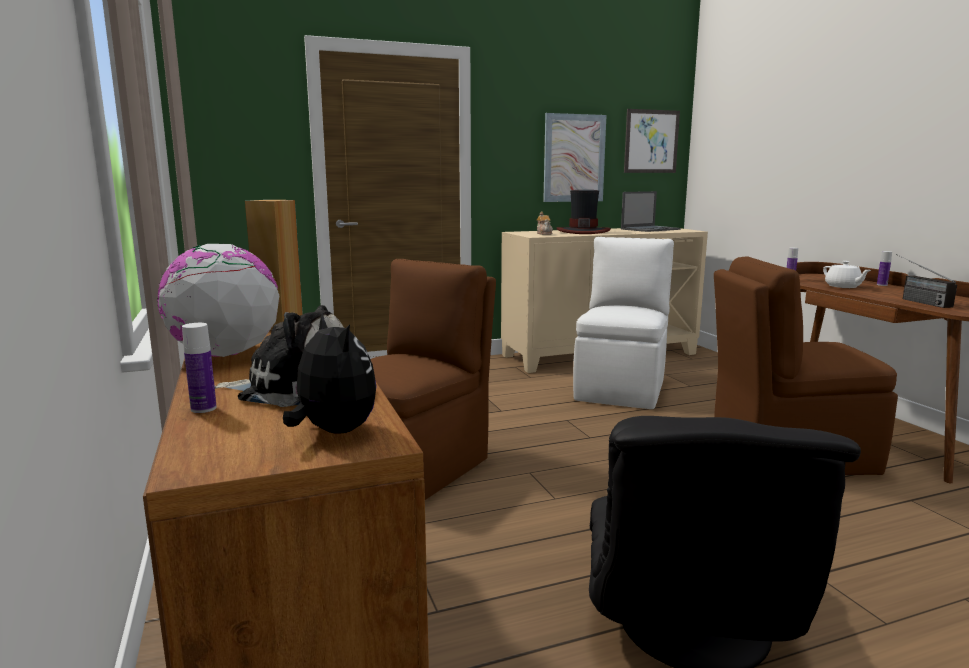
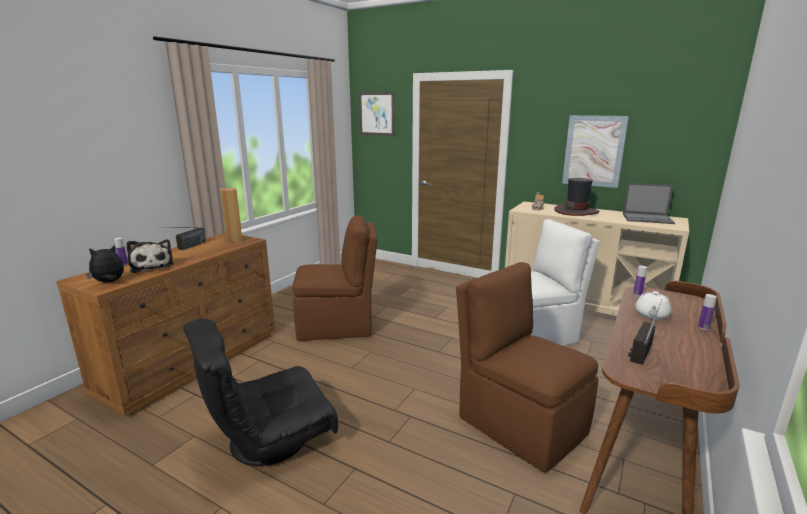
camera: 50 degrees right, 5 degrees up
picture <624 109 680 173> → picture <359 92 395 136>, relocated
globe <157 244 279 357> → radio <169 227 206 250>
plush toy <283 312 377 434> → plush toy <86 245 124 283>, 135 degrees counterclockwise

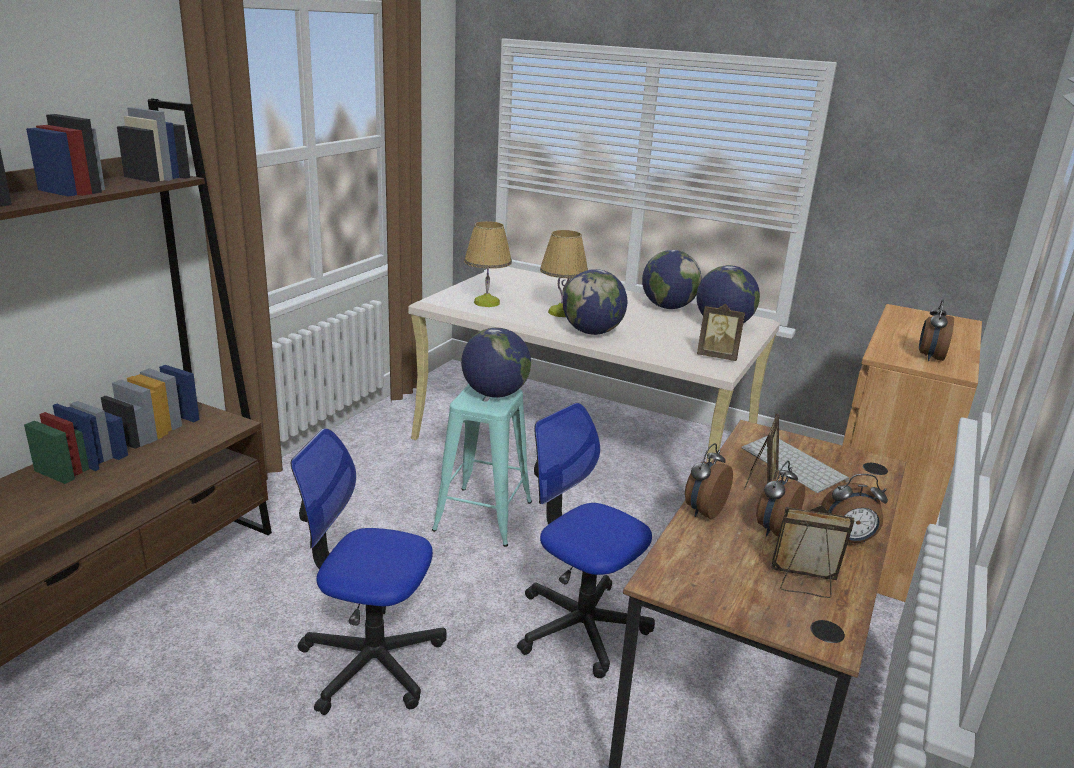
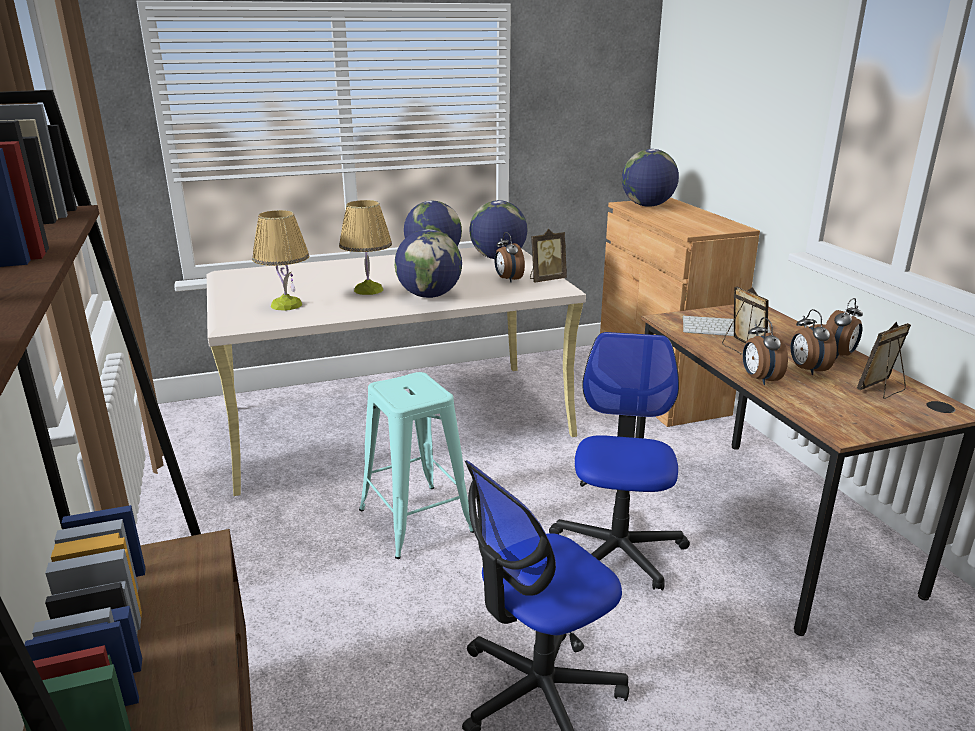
camera: 45 degrees left, 0 degrees up
globe <461 328 531 398> → globe <622 149 679 207>, relocated
alarm clock <919 299 954 361> → alarm clock <494 232 525 283>, relocated
office chair <517 403 655 678> → office chair <549 332 690 590>, 105 degrees clockwise

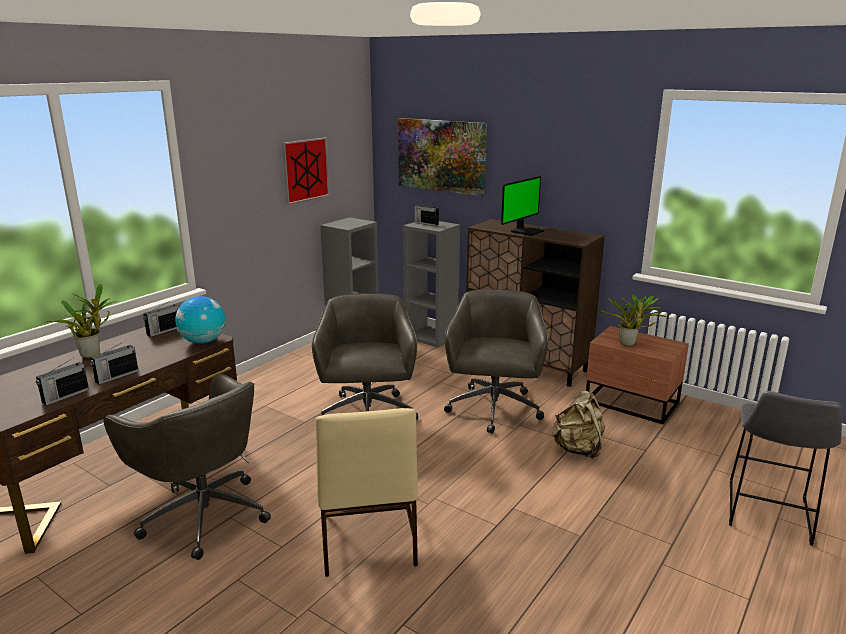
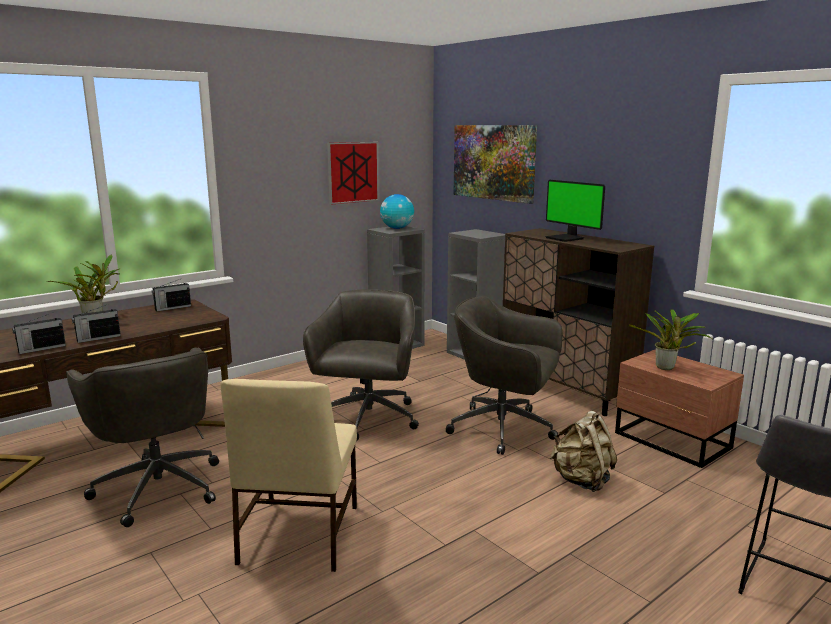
camera: 15 degrees right, 5 degrees down
radio <414 203 439 226> → -
globe <175 296 225 344> → globe <380 194 414 229>, relocated
grey office chair <444 289 548 434> → grey office chair <446 296 562 455>, 90 degrees counterclockwise
monitor <501 176 545 236> → monitor <545 180 605 242>, 90 degrees clockwise

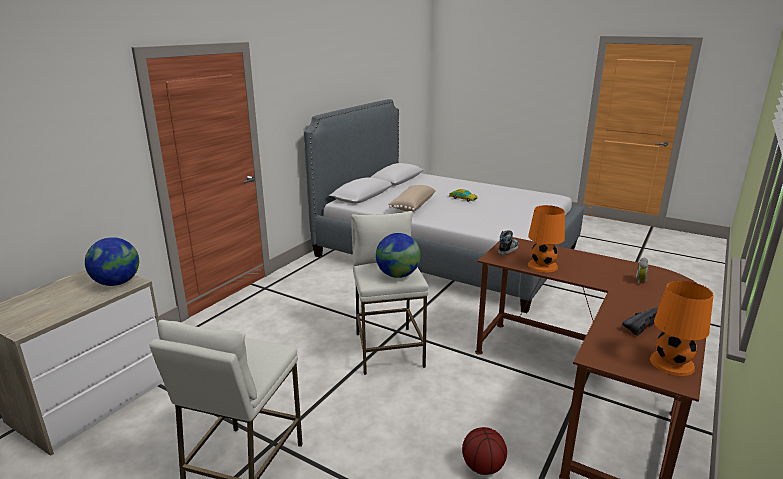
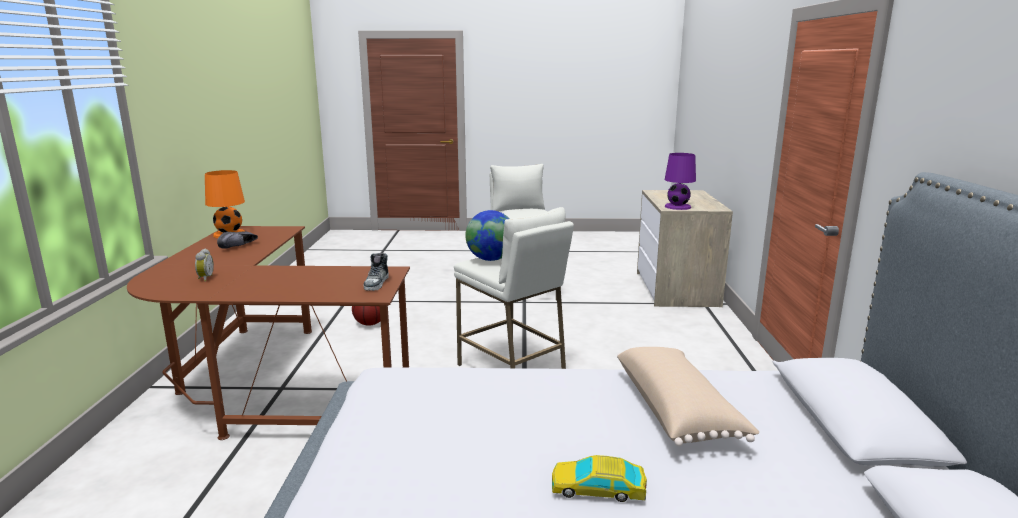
camera: 150 degrees right, 5 degrees down
orange table lamp <528 205 565 272> → -
globe <85 237 139 286> → purple table lamp <665 153 696 210>

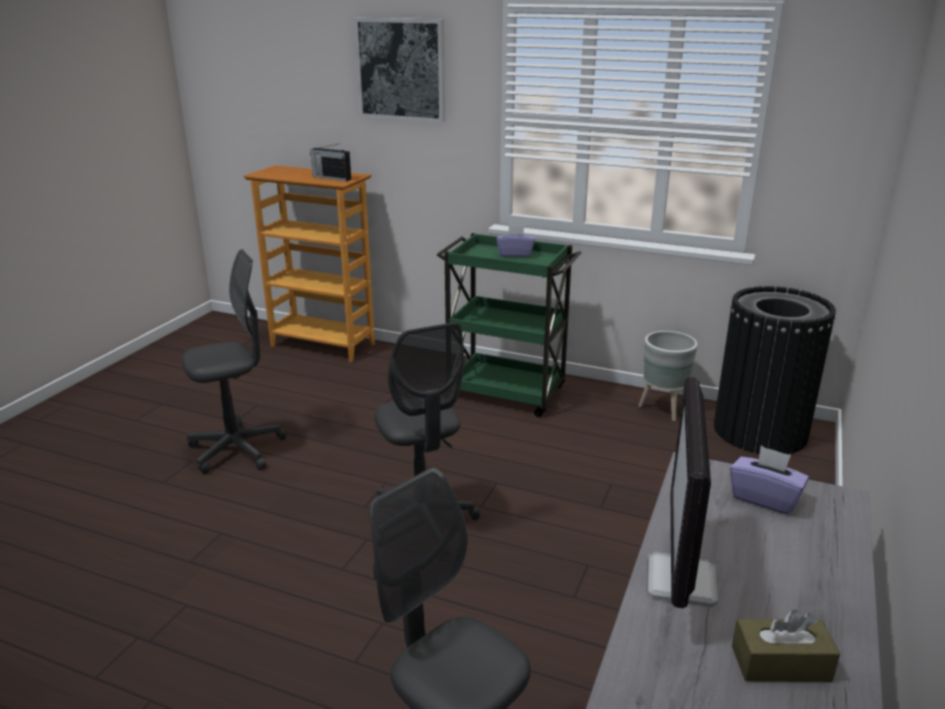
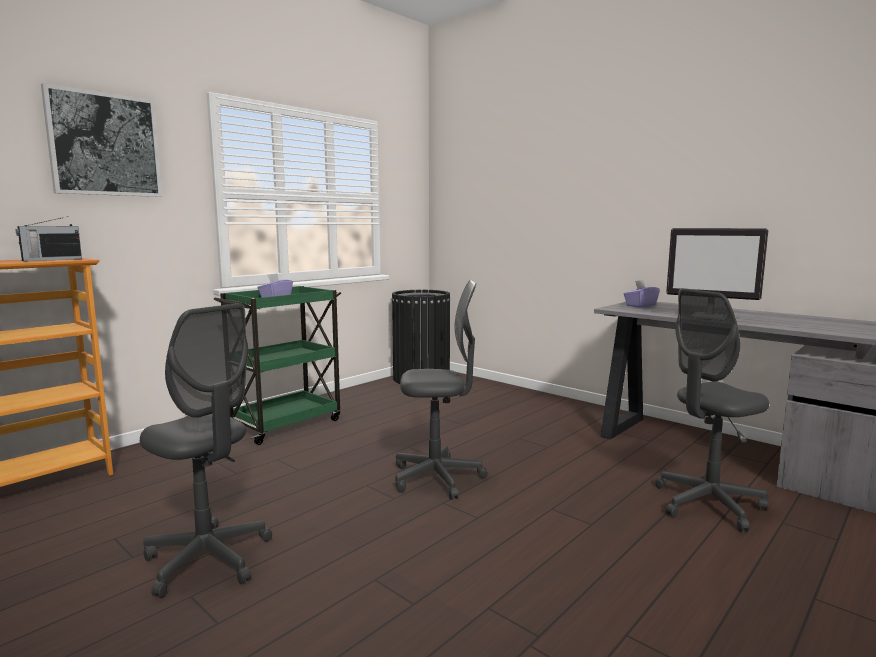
camera: 70 degrees left, 15 degrees down
grey planter <639 331 698 421> → -
brown tissue box <732 610 840 682> → -
grey office chair <182 249 287 475> → grey office chair <140 303 272 598>, 135 degrees clockwise

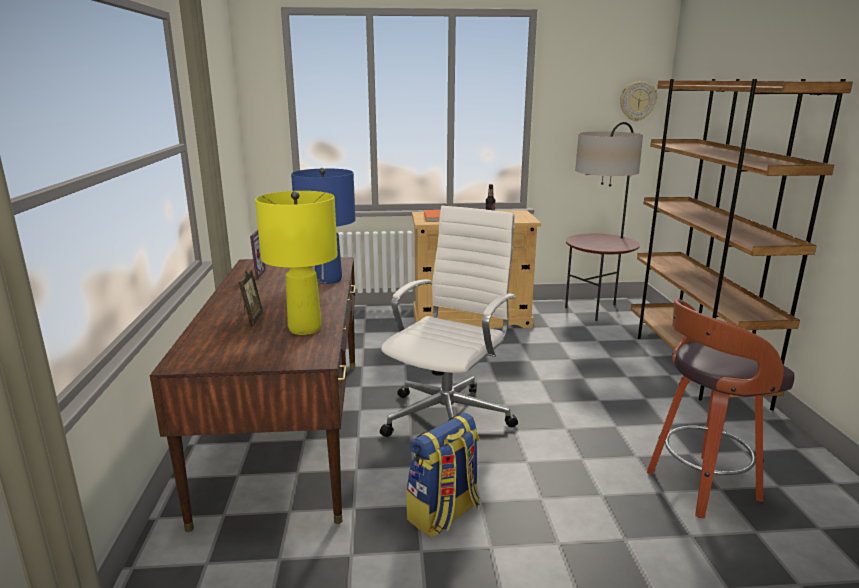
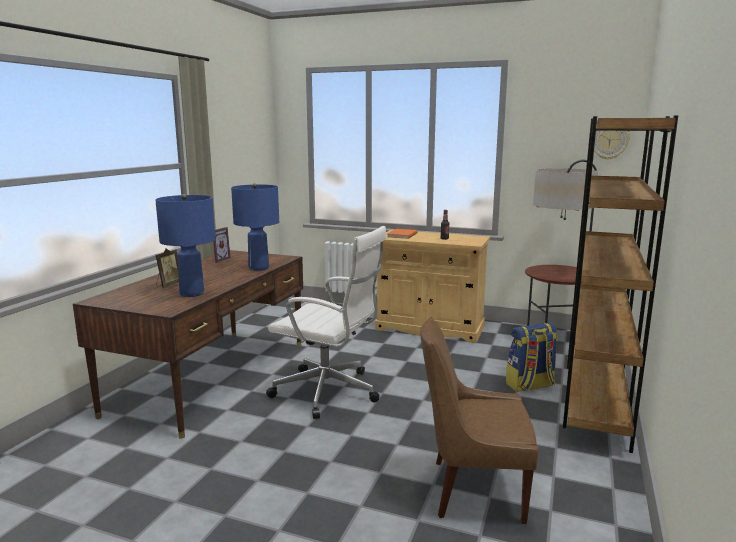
camera: 25 degrees right, 5 degrees down
backpack <406 413 480 537> → backpack <506 323 558 392>, relocated
stool <647 299 795 519> → brown chair <420 317 539 524>
yellow table lamp <255 191 338 335> → blue table lamp <155 194 215 297>
white office chair <380 206 518 437> → white office chair <266 226 387 419>, 60 degrees clockwise

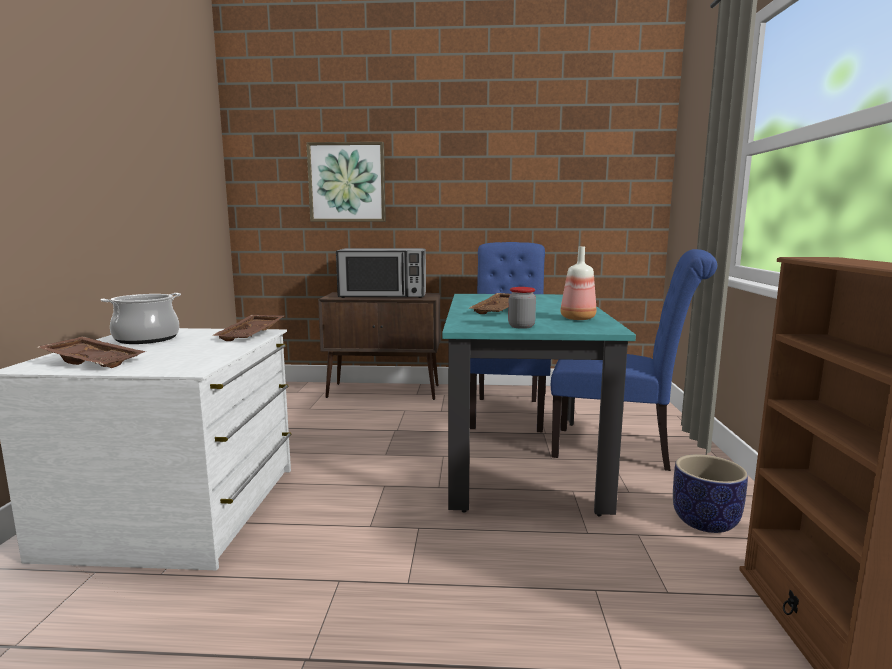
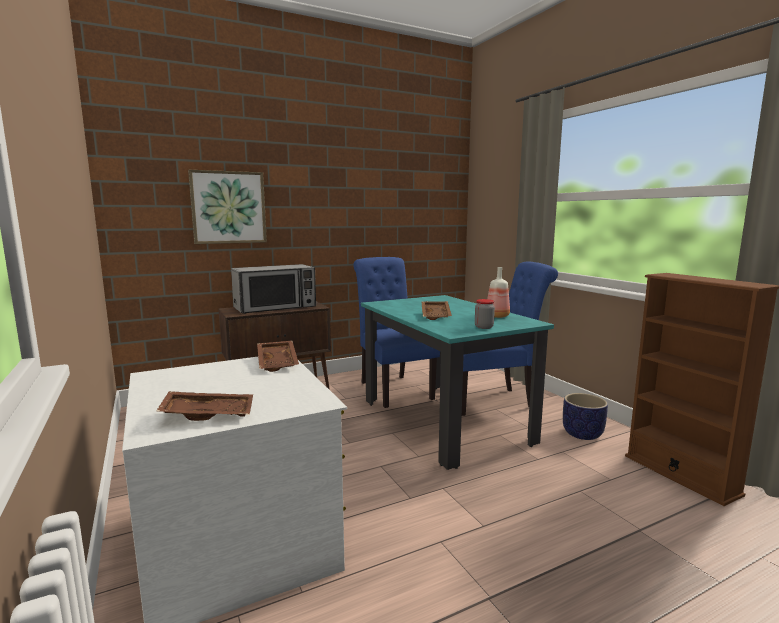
camera: 30 degrees left, 0 degrees up
cooking pot <101 293 181 344> → -

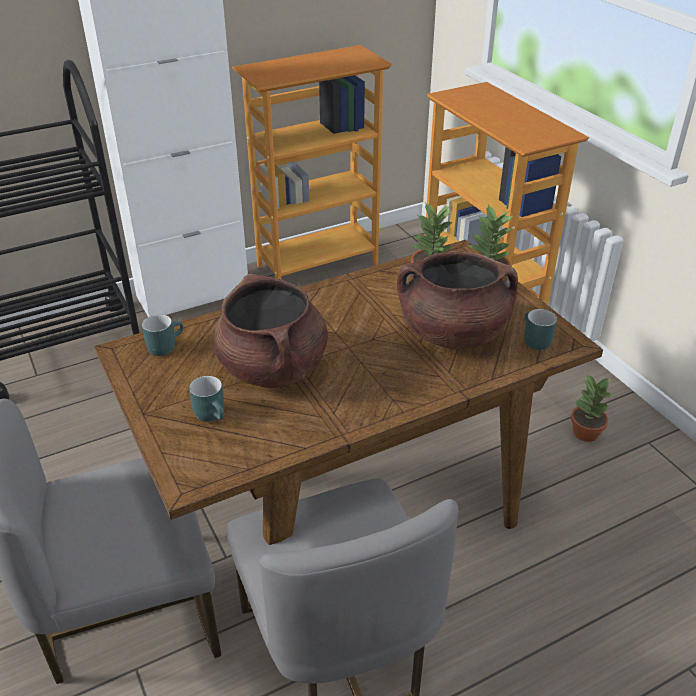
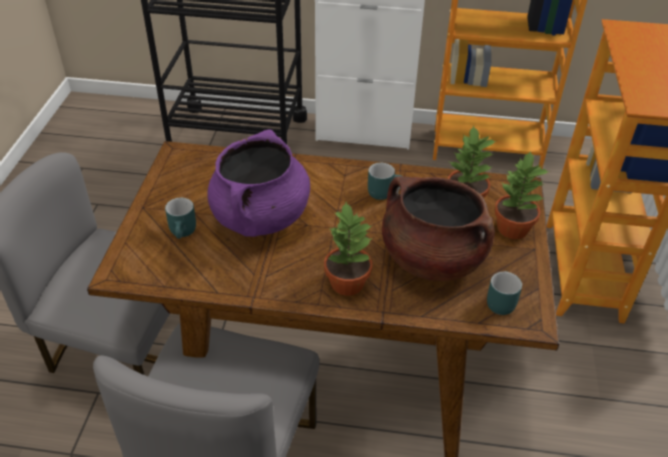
camera: 35 degrees right, 5 degrees up
turquoise mug <142 314 184 356> → turquoise mug <368 163 401 200>, relocated
potted plant <571 375 612 442> → potted plant <324 202 372 296>, relocated
brown cooking pot <214 274 328 388> → purple cooking pot <207 129 310 237>

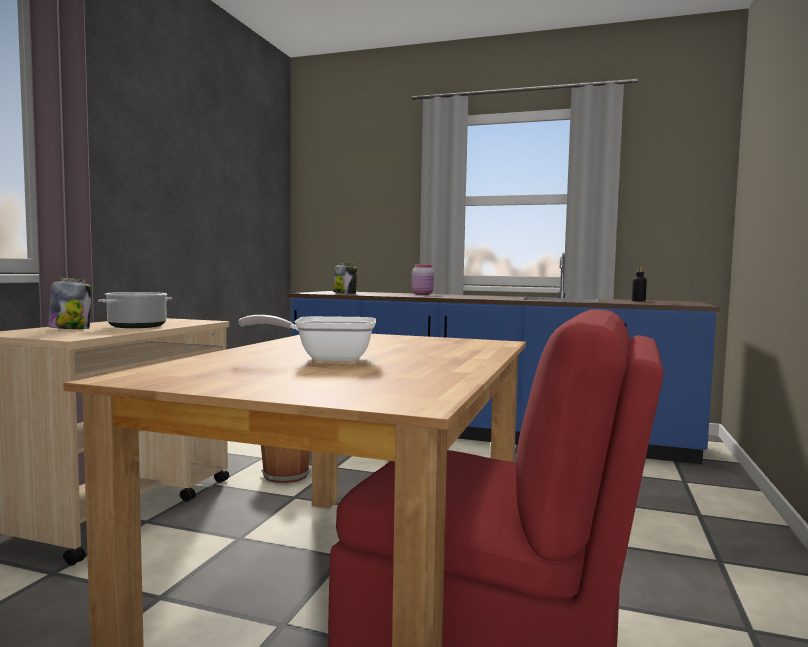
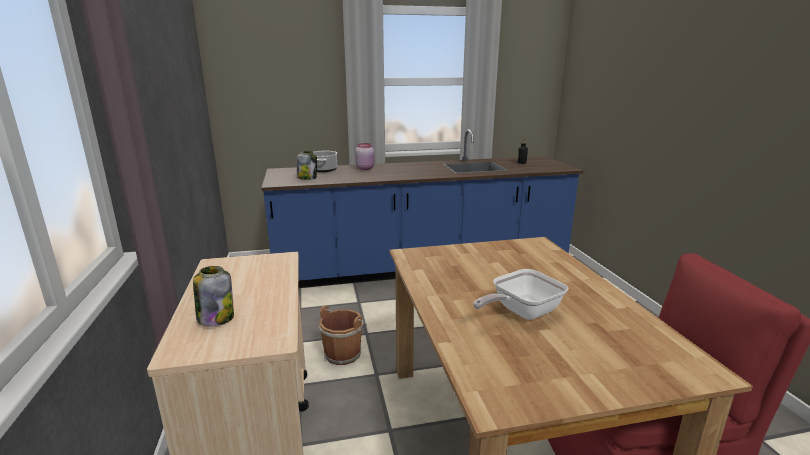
camera: 30 degrees left, 15 degrees up
cooking pot <98 292 172 328> → cooking pot <313 151 338 172>, relocated

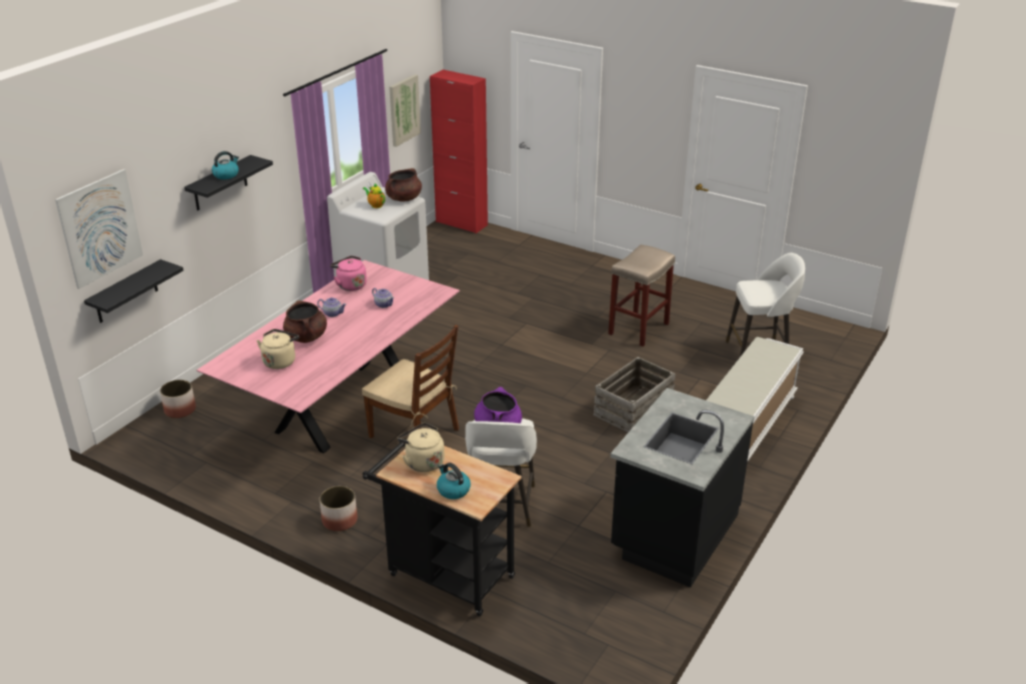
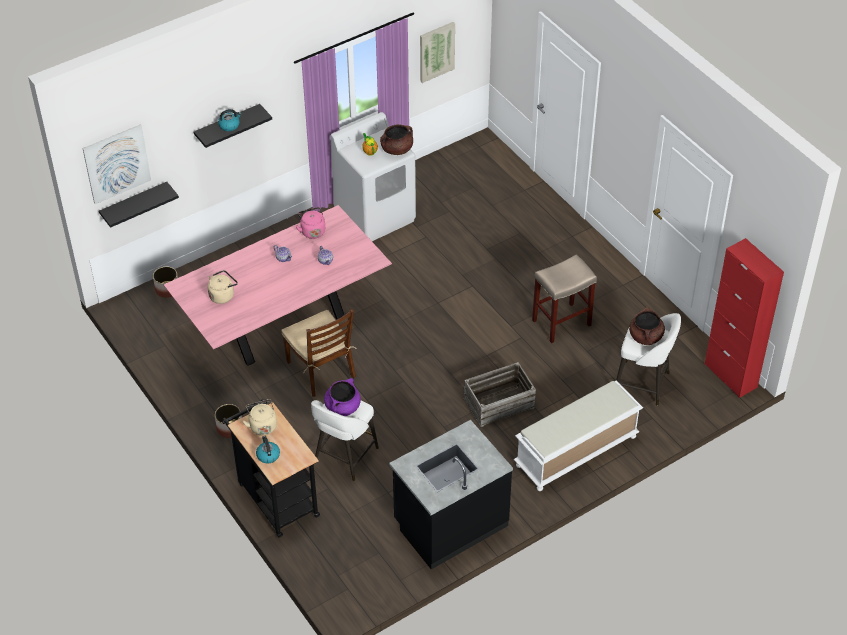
camera: 25 degrees right, 15 degrees up
brown cooking pot <283 300 327 343> → brown cooking pot <629 307 665 345>, relocated
red cabinet <430 70 488 233> → red cabinet <705 238 784 398>, relocated

